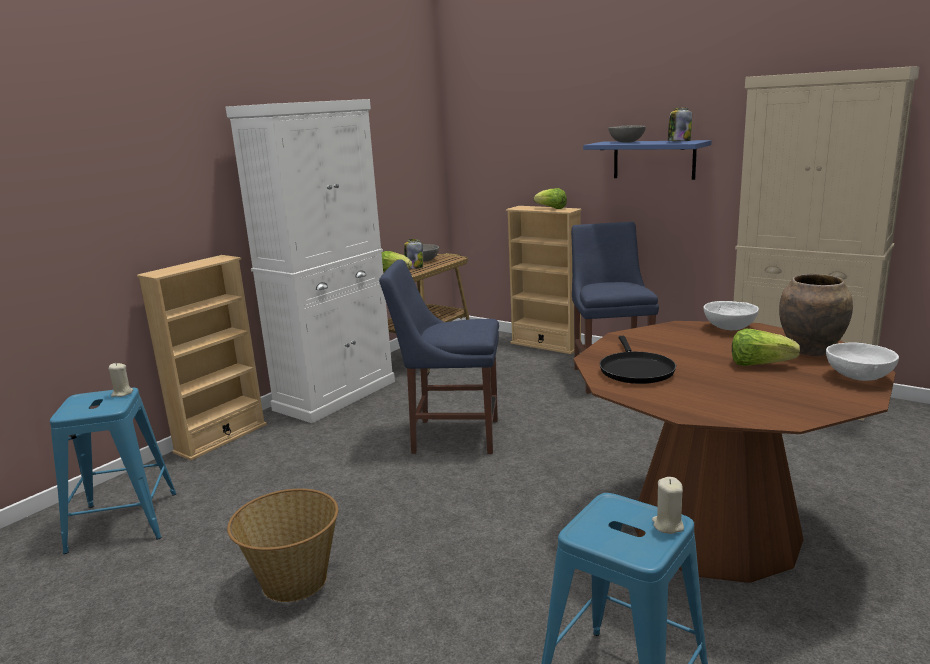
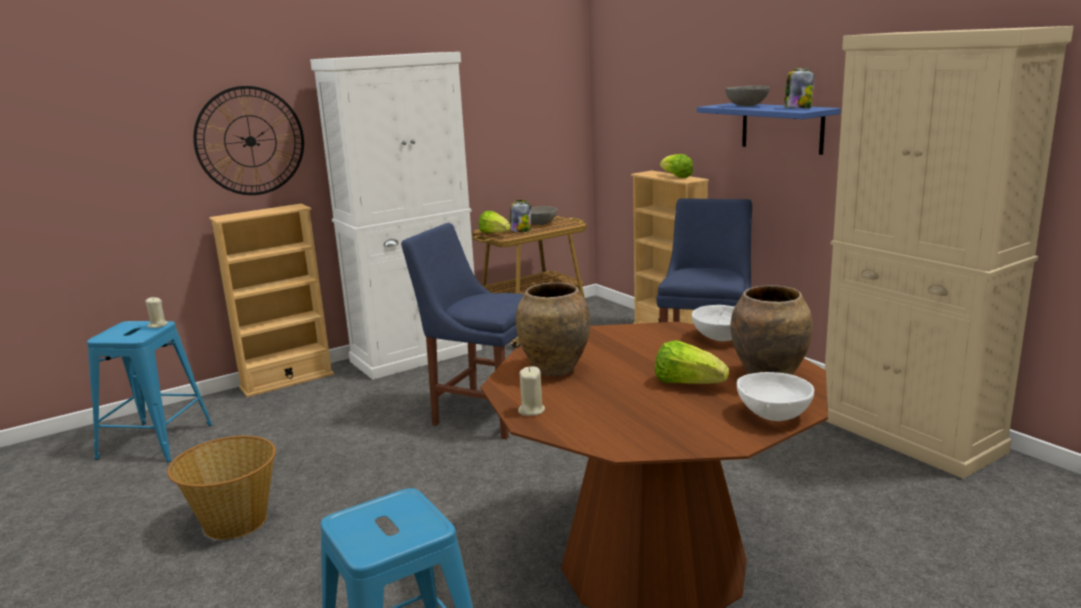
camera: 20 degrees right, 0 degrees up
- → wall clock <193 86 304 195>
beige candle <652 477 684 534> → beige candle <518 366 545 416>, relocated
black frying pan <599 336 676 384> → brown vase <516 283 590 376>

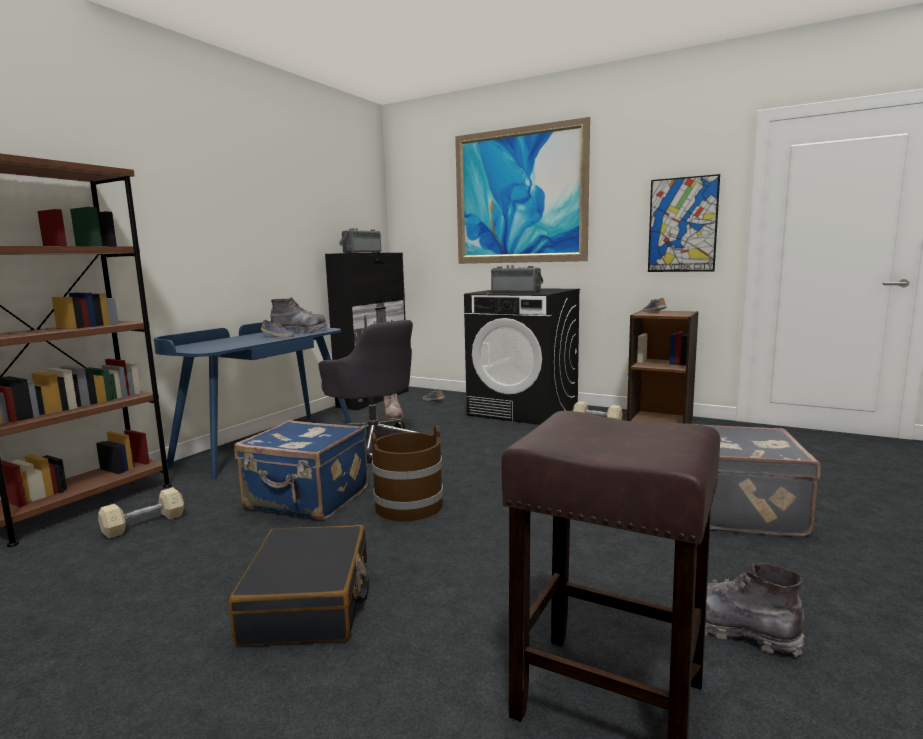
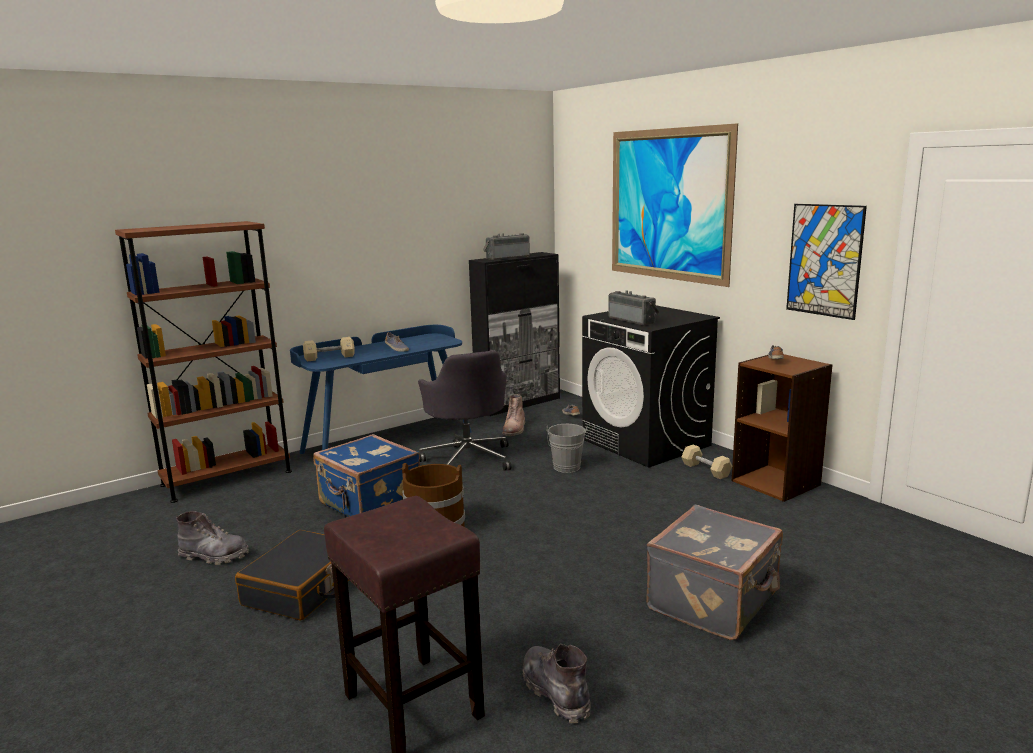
camera: 25 degrees right, 5 degrees up
- → grey bucket <546 424 587 473>
beige dumbbell <98 487 184 539> → beige dumbbell <303 337 355 361>, relocated
grey boot <271 297 327 333> → grey boot <176 511 249 565>, relocated

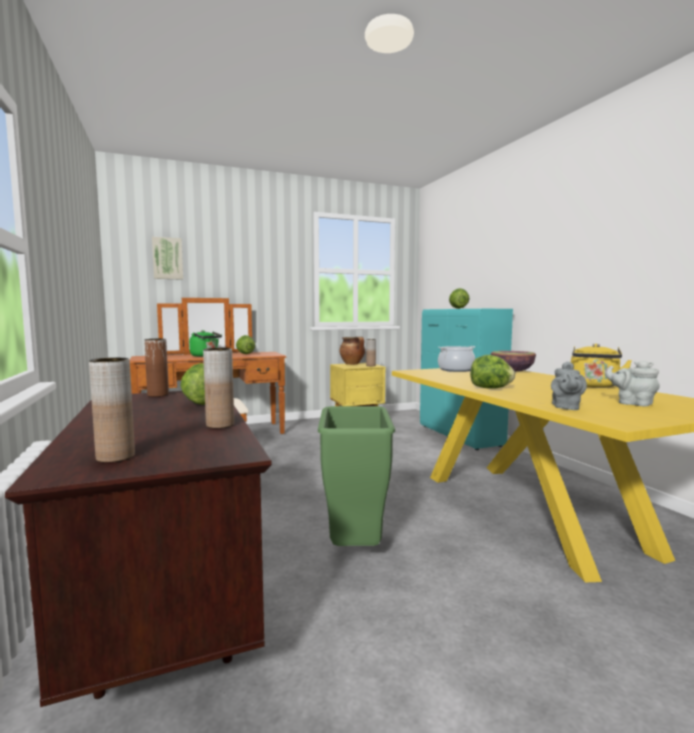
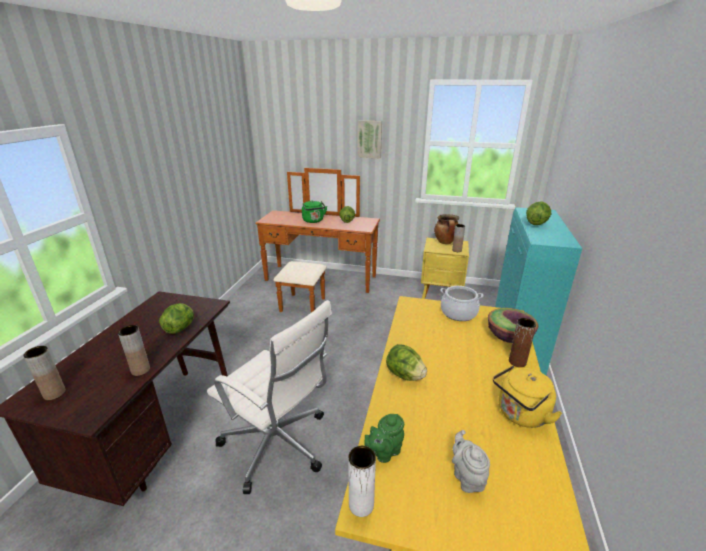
camera: 35 degrees right, 20 degrees up
- → white vase <348 446 376 517>
brown vase <144 339 169 397> → brown vase <509 318 536 367>, relocated
picture <152 237 183 280> → picture <358 120 382 159>, relocated
green trash can <318 406 395 546> → white office chair <207 300 332 494>
grey teapot <551 362 587 410> → green teapot <364 414 404 463>

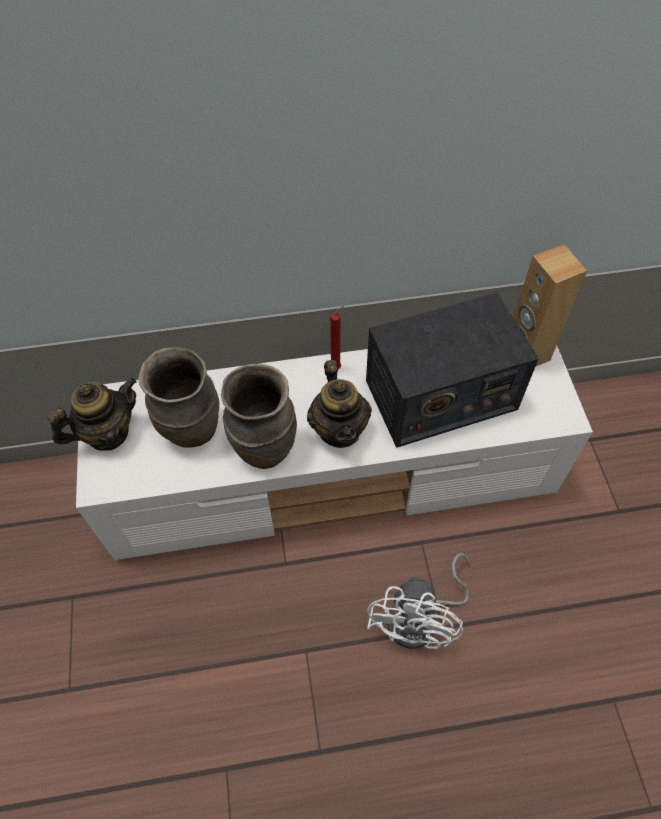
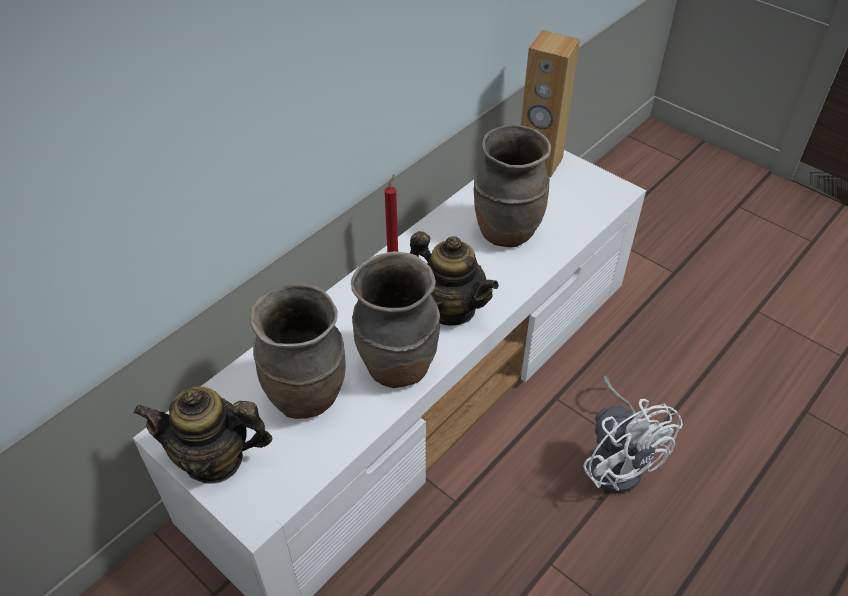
camera: 40 degrees left, 10 degrees down
radio <366 292 539 448> → brown vase <474 125 551 247>
teapot <47 378 137 451> → teapot <133 387 272 484>, 105 degrees counterclockwise

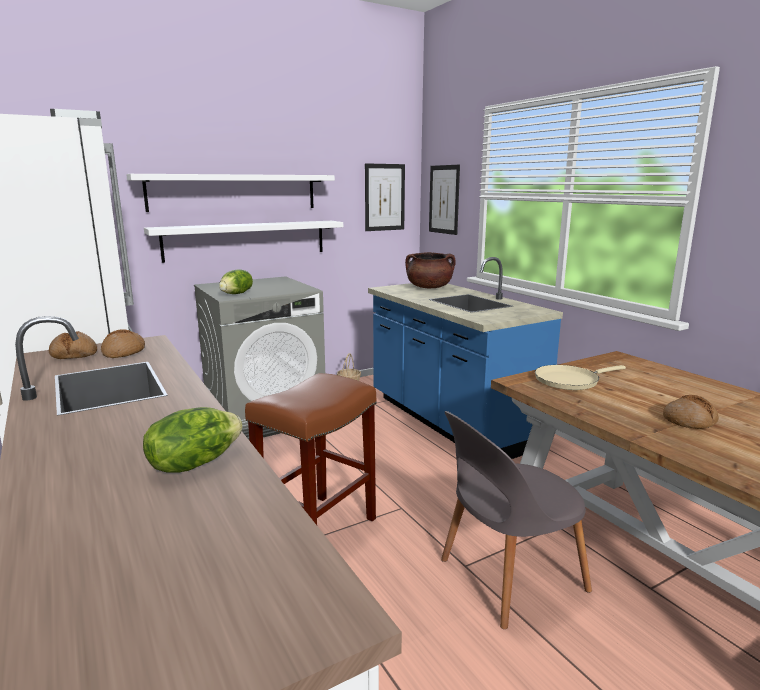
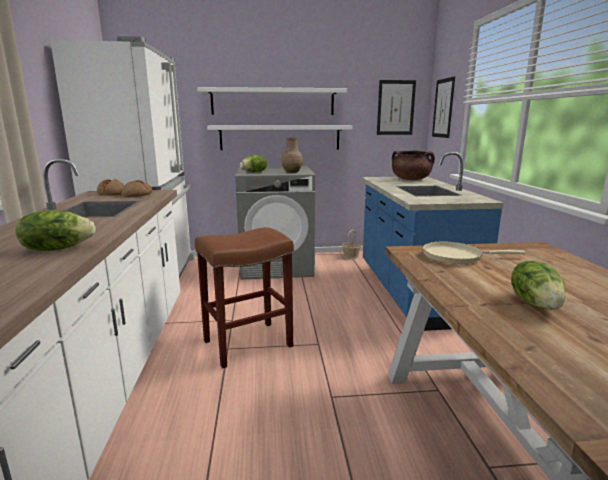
camera: 25 degrees right, 0 degrees up
grey chair <441 411 592 629> → -
- → brown vase <281 138 303 173>
bread <663 395 719 429> → lettuce <511 261 566 310>

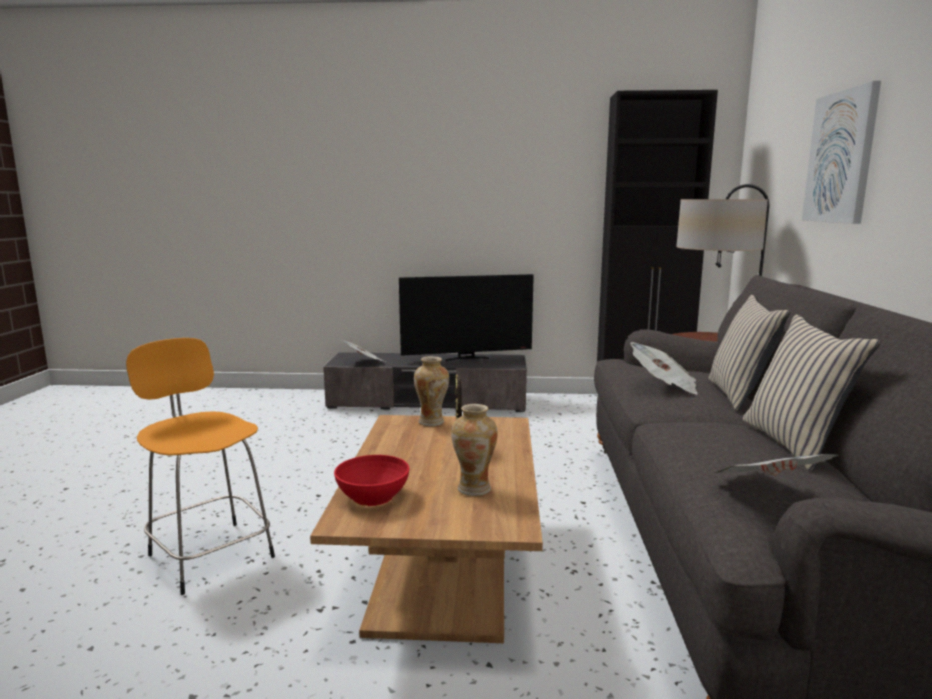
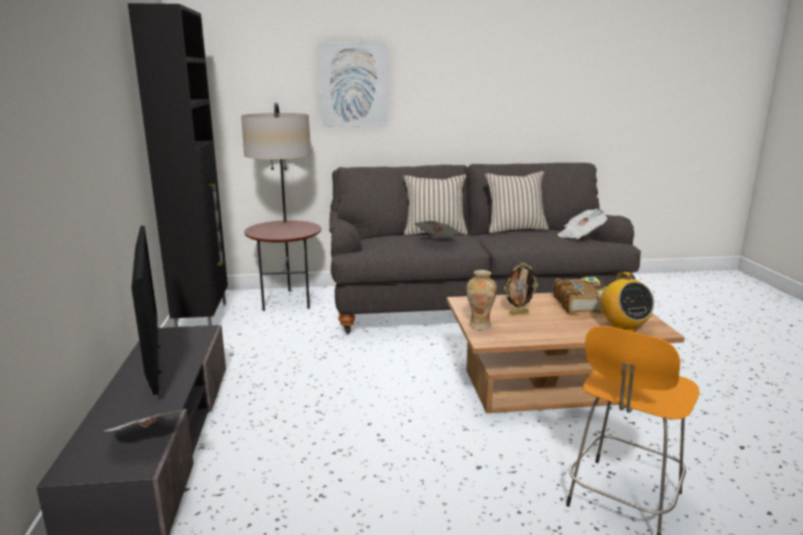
camera: 100 degrees left, 5 degrees up
red bowl <334 455 409 506> → radio <601 272 654 332>
vase <451 404 498 496> → book <553 277 607 314>

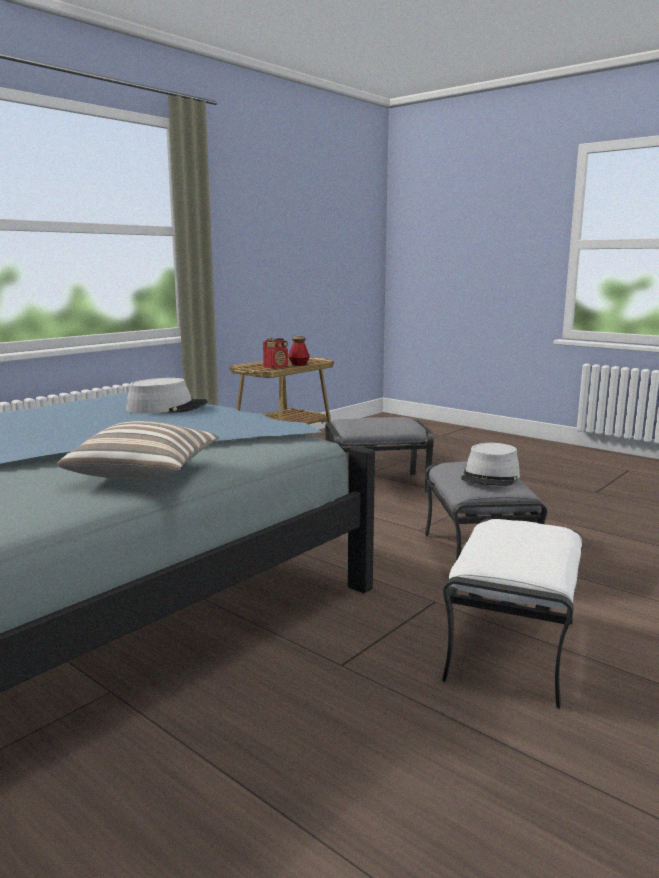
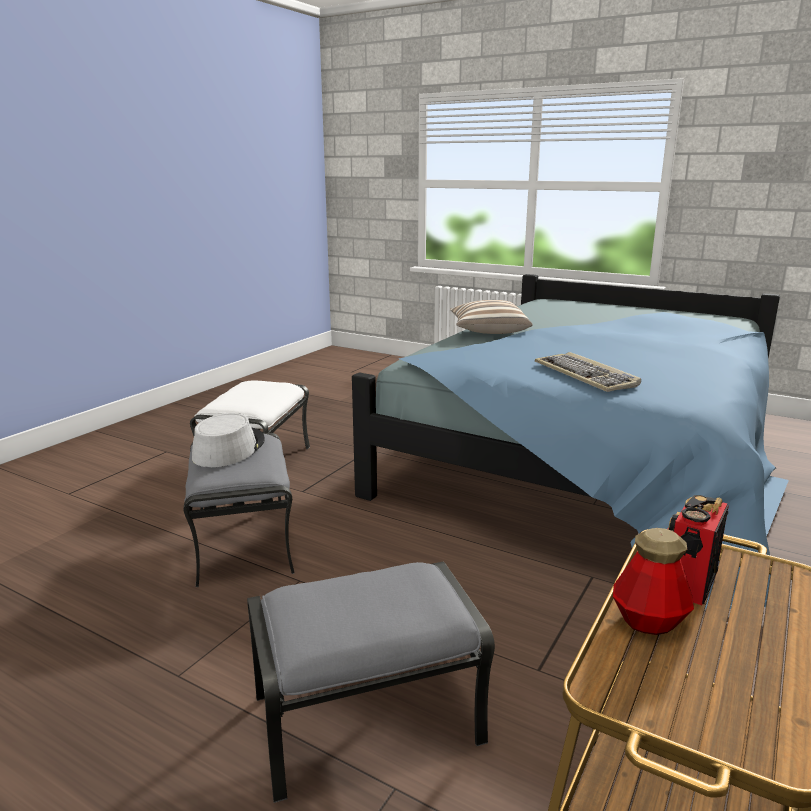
camera: 170 degrees right, 5 degrees up
grey hat <126 378 208 414> → keyboard <535 352 641 392>

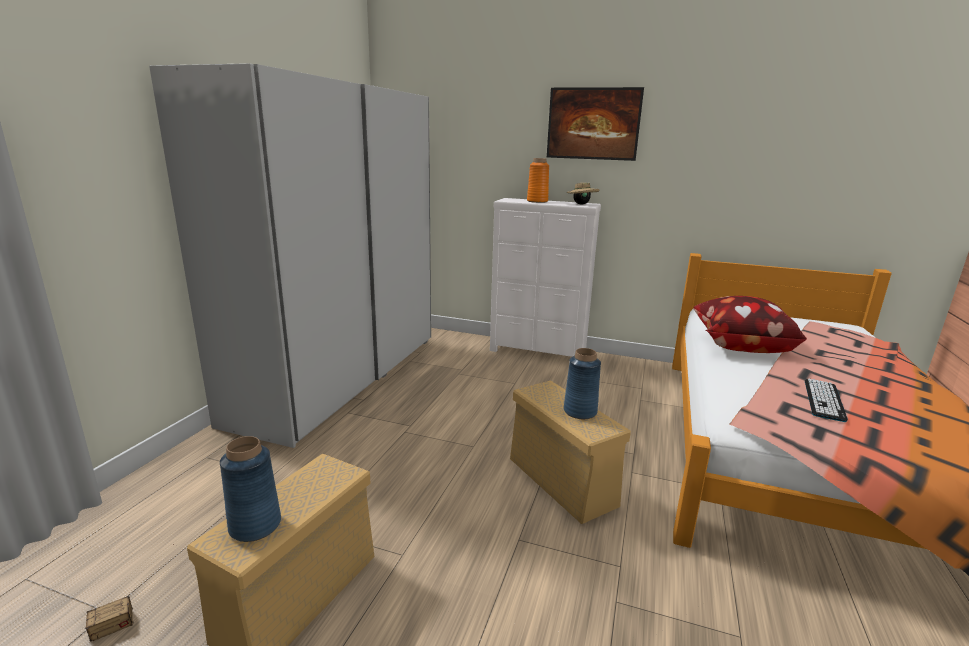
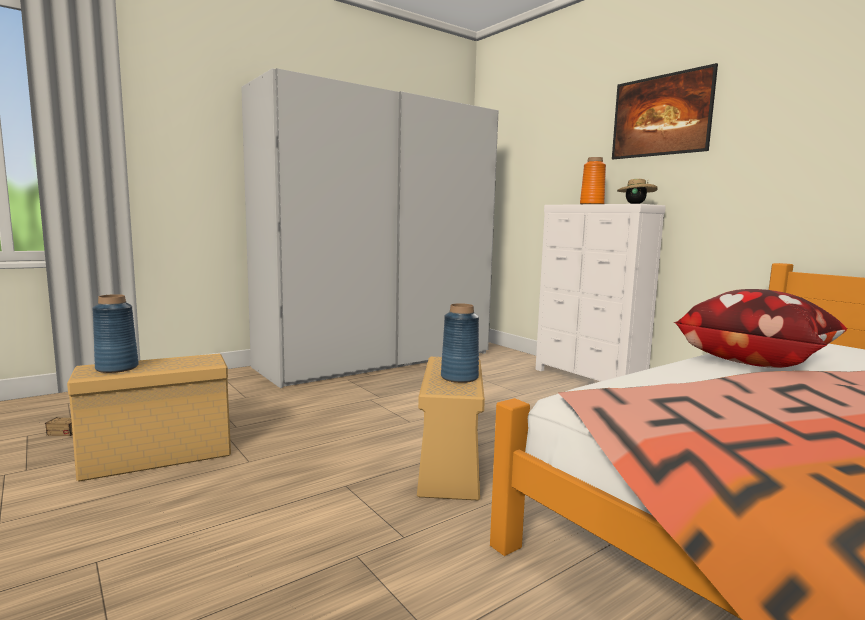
camera: 35 degrees right, 10 degrees down
keyboard <805 379 848 422> → -

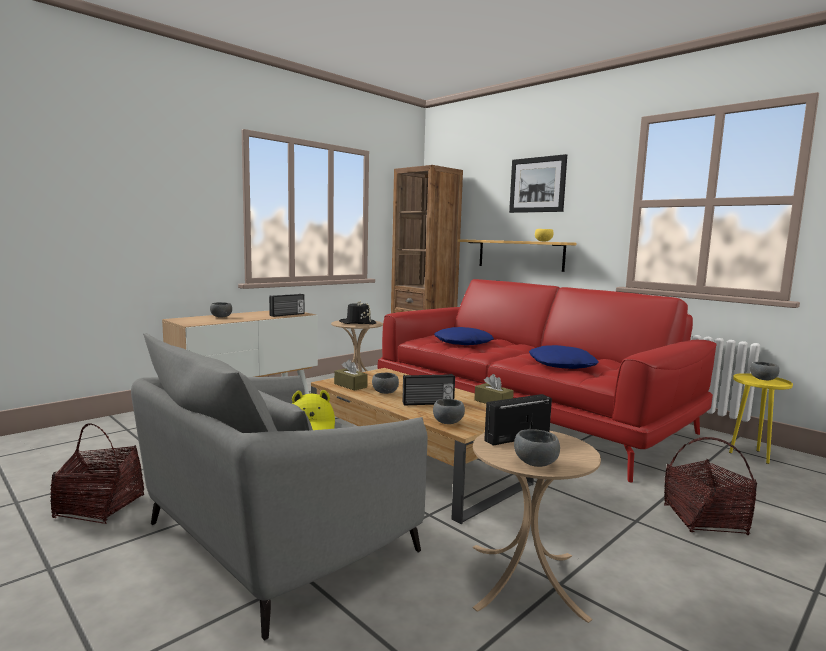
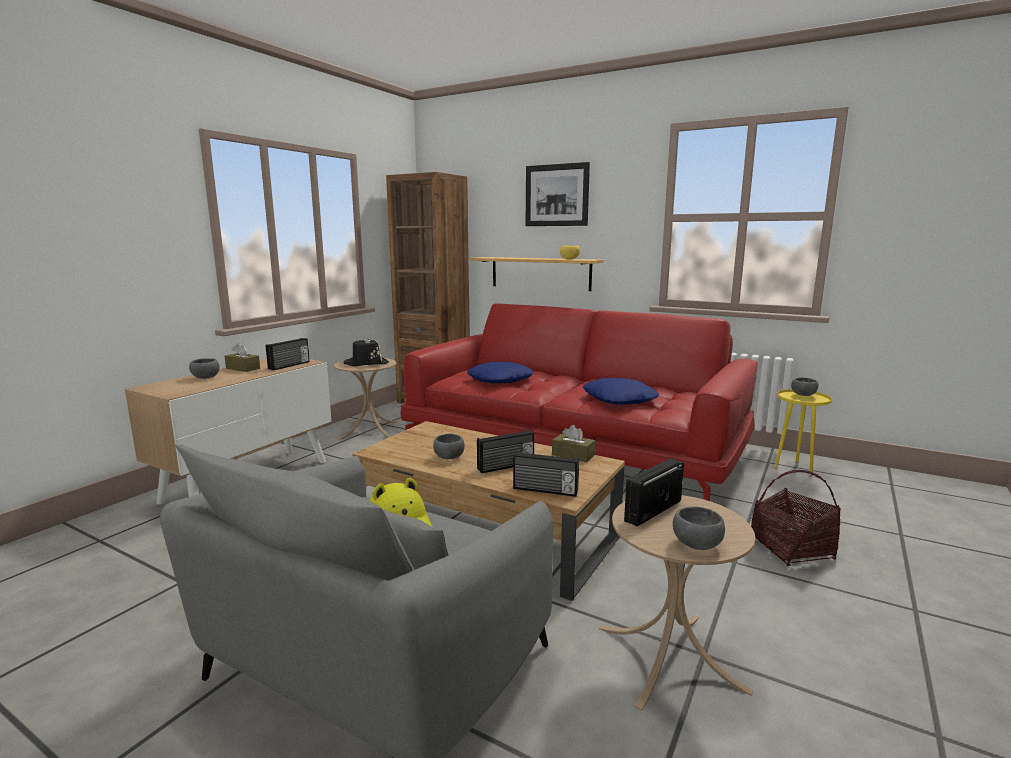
camera: 15 degrees left, 5 degrees up
basket <50 423 144 524> → -
brown tissue box <334 359 368 391> → brown tissue box <225 343 260 372>, relocated
grey bowl <433 399 465 424> → radio <513 451 579 497>

